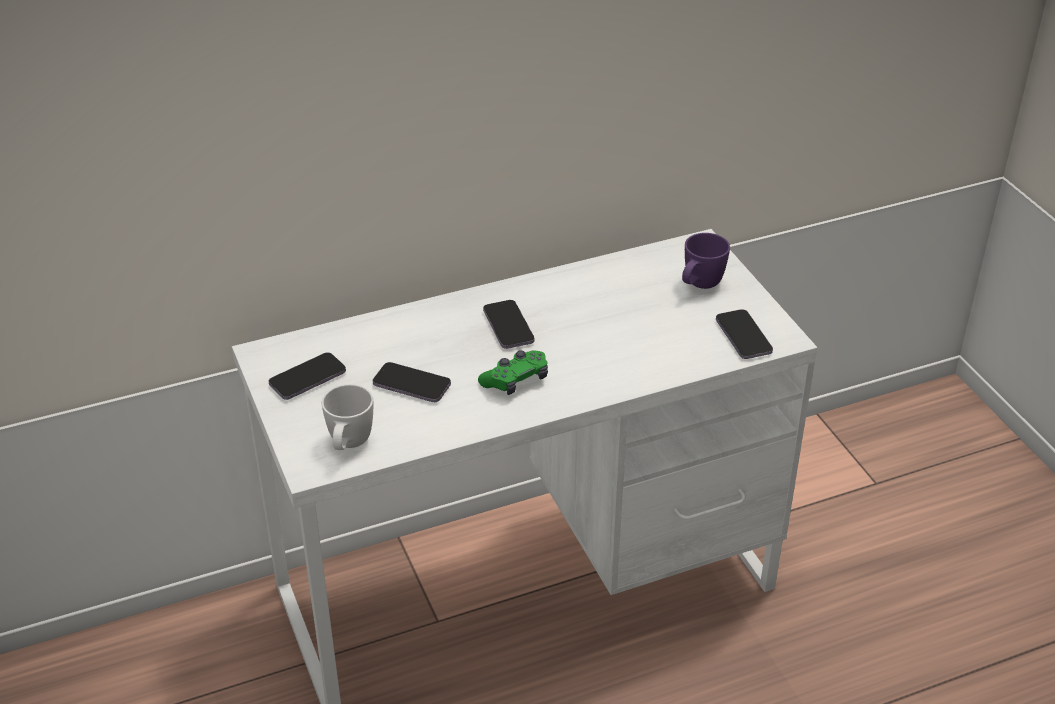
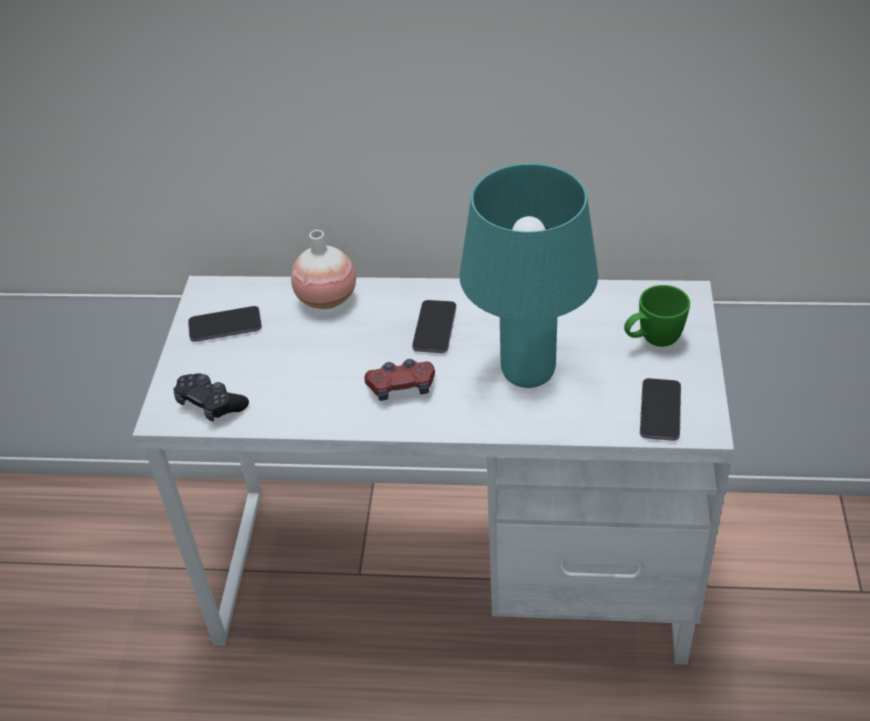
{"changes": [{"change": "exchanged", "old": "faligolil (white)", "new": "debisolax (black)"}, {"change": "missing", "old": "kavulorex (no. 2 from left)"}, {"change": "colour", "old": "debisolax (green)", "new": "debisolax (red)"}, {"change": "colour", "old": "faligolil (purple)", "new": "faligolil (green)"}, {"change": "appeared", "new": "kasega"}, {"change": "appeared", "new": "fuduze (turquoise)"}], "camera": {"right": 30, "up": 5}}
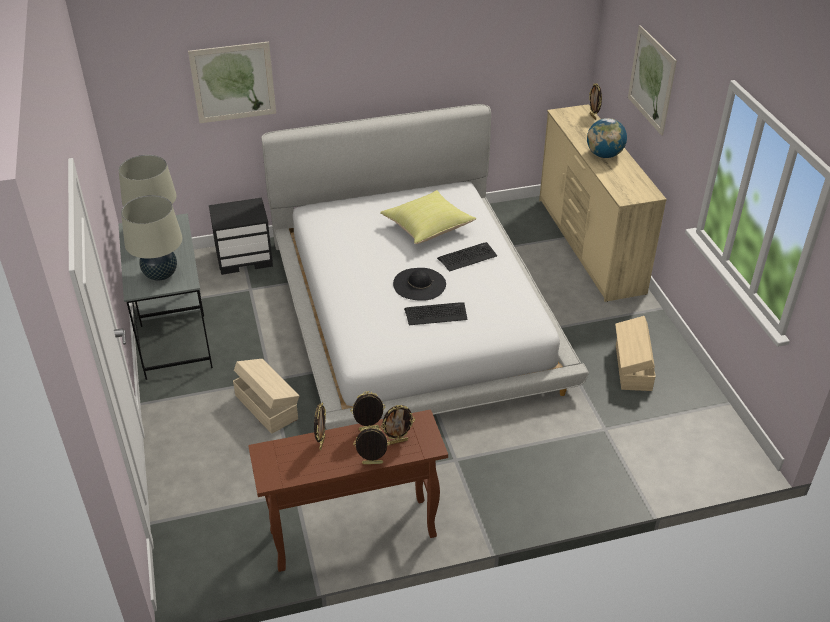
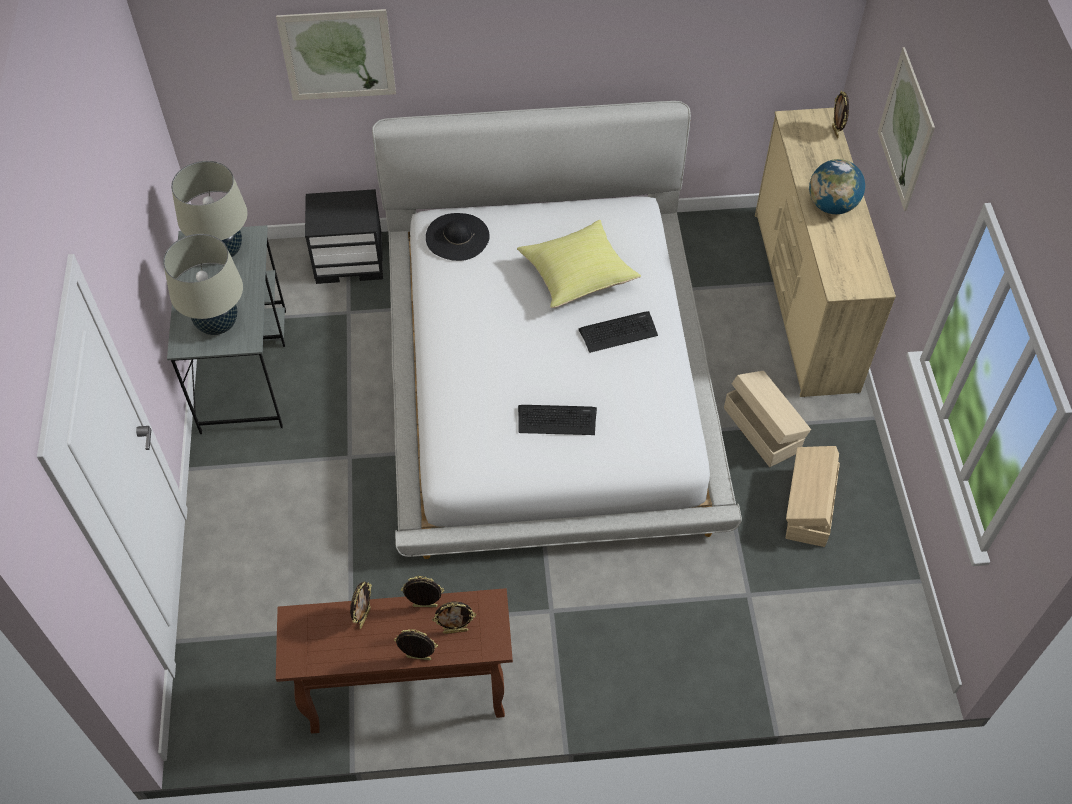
{"changes": [{"change": "relocated", "old": "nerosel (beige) (no. 1 from left)"}, {"change": "relocated", "old": "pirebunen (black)"}], "camera": {"right": 10, "up": 15}}
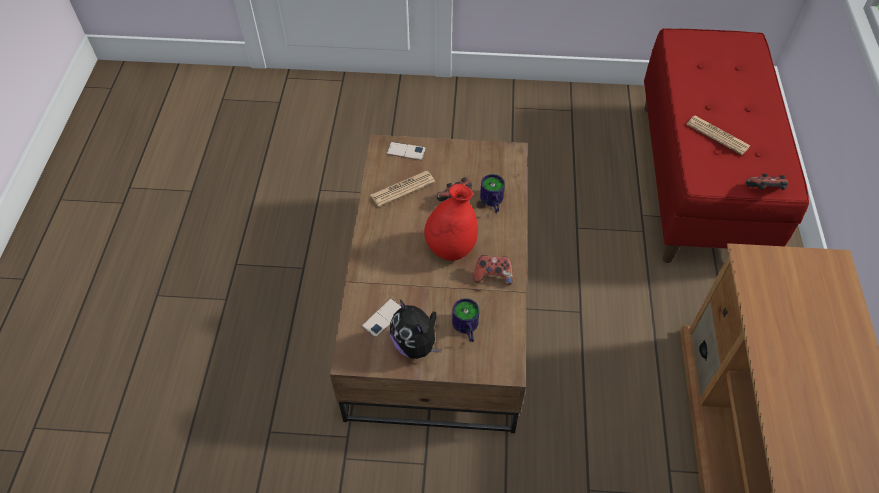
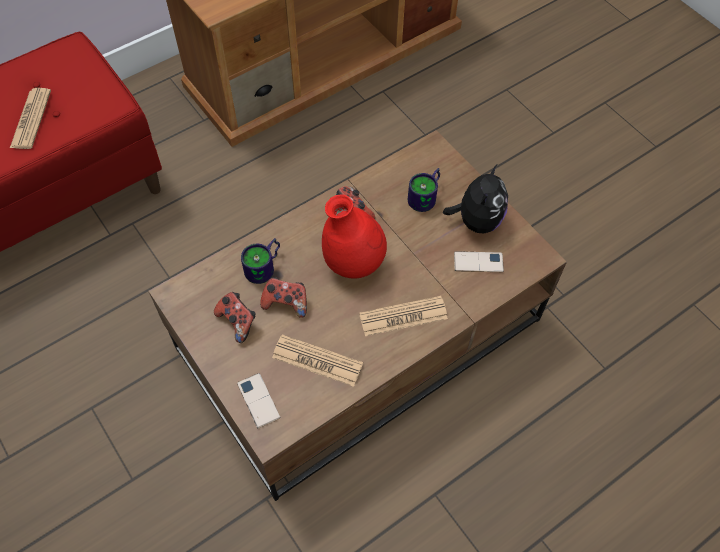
{"changes": [{"change": "relocated", "old": "debisolax (no. 3 from left in the first image)", "new": "debisolax (no. 1 from left)"}, {"change": "appeared", "new": "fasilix (no. 3 from left)"}], "camera": {"right": -130, "up": 5}}
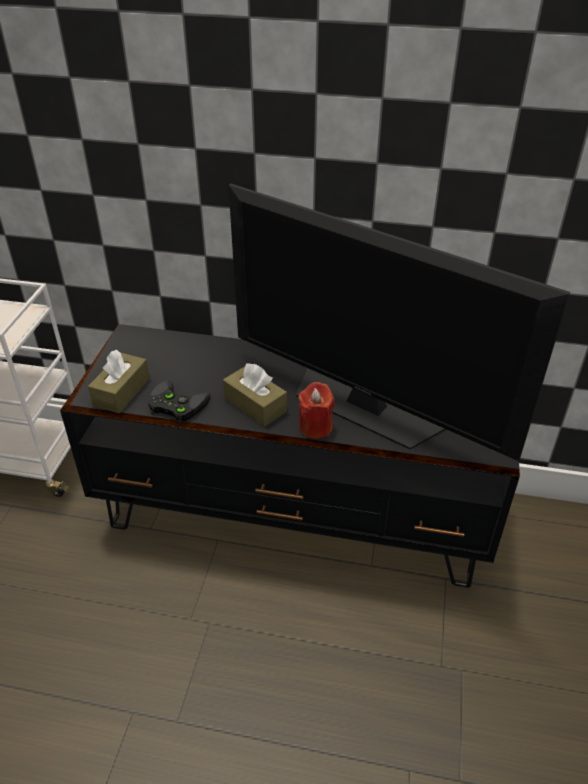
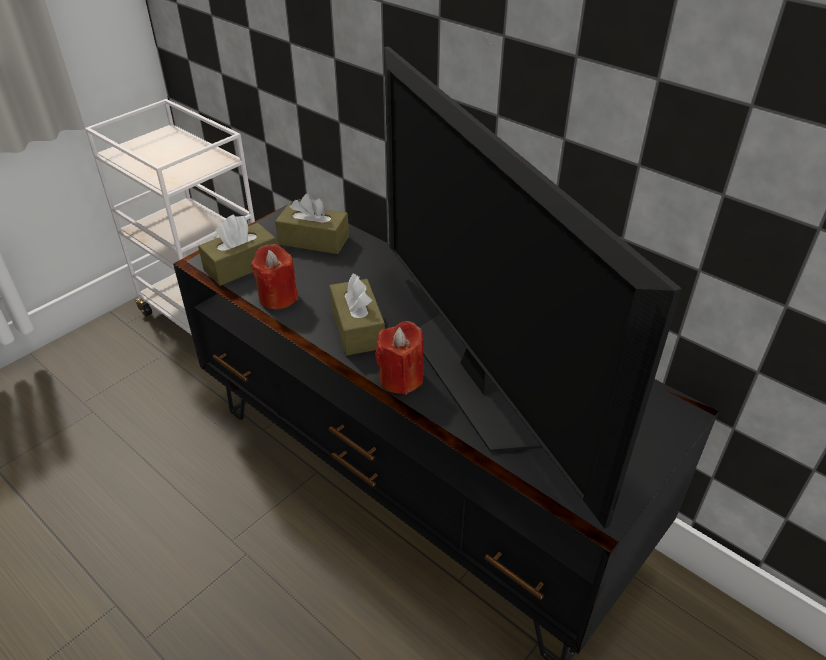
{"changes": [{"change": "exchanged", "old": "debisolax (black)", "new": "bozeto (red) (no. 1 from left)"}, {"change": "appeared", "new": "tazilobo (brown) (no. 2 from left)"}], "camera": {"right": 30, "up": 0}}
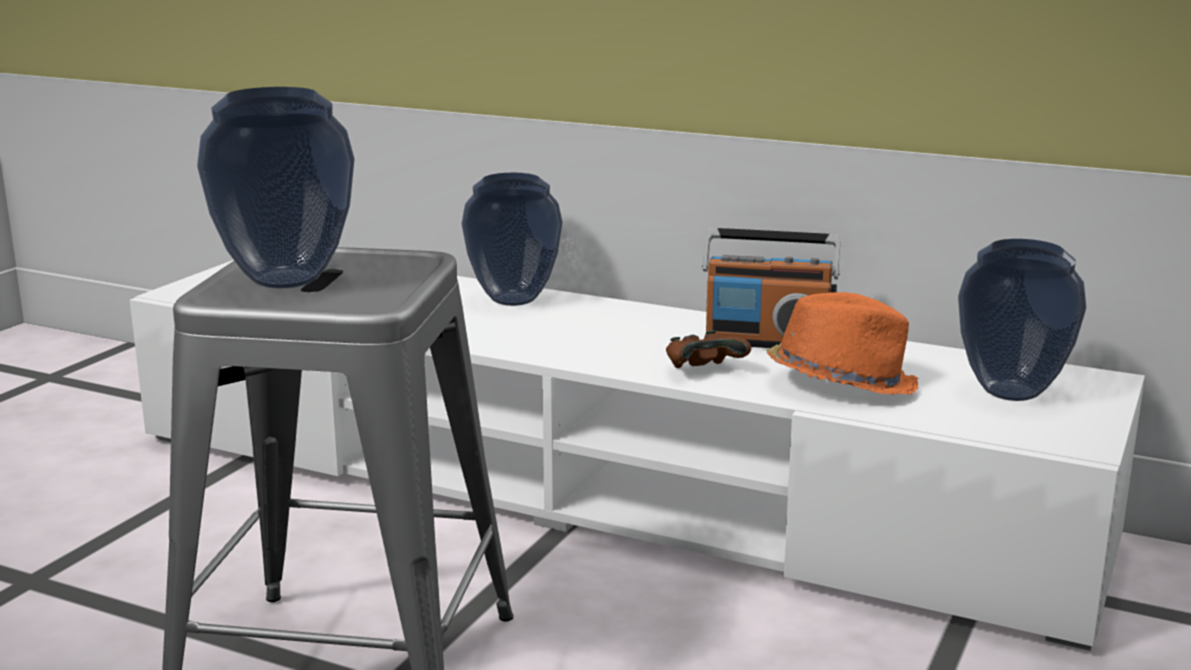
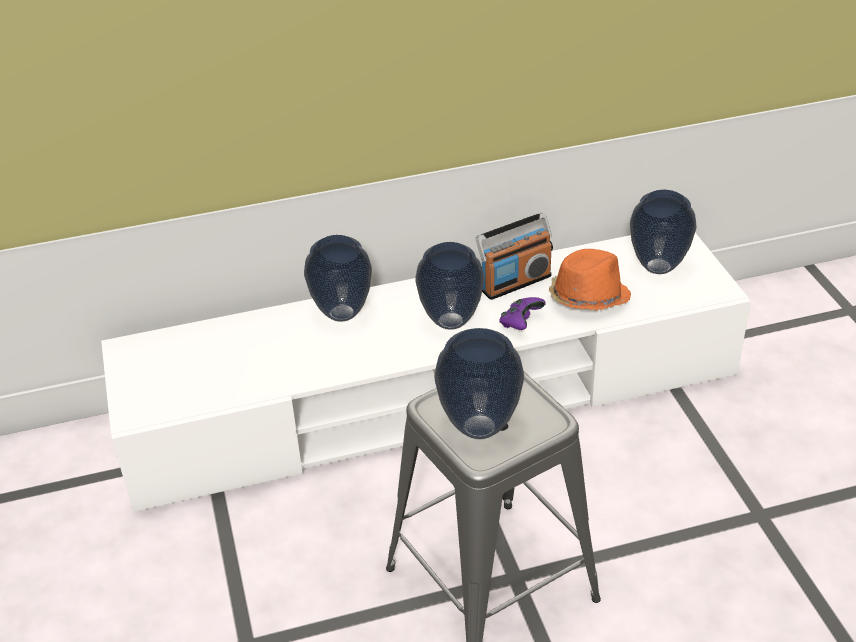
{"changes": [{"change": "colour", "old": "debisolax (brown)", "new": "debisolax (purple)"}, {"change": "appeared", "new": "kasega (no. 2 from left)"}], "camera": {"right": -40, "up": 20}}
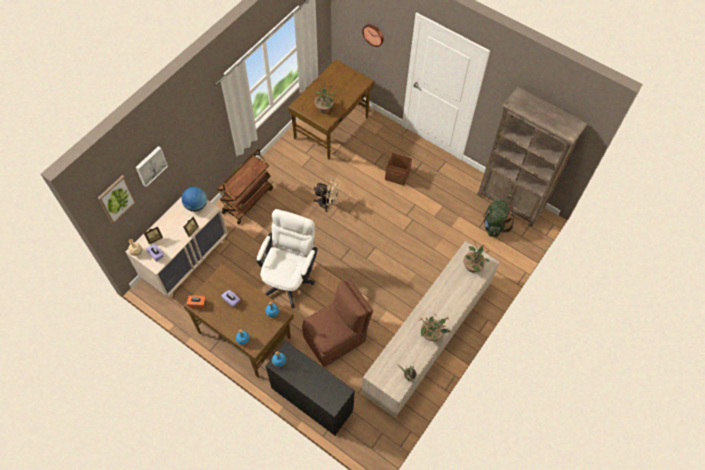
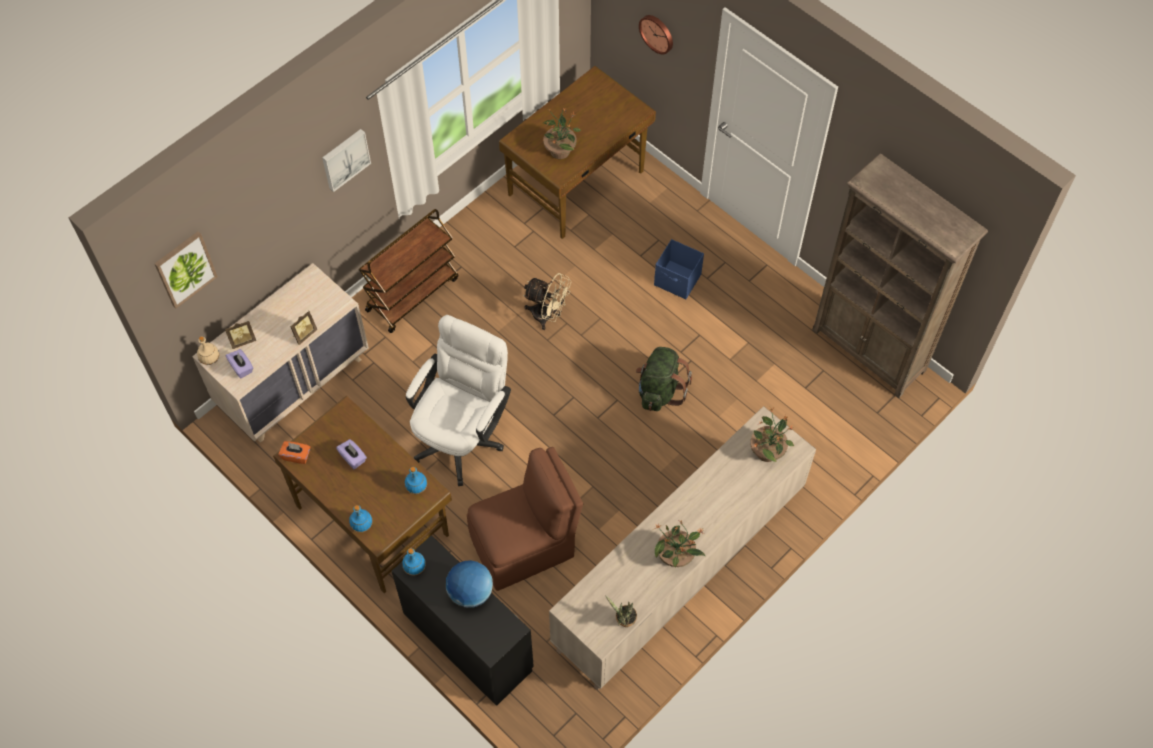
{"changes": [{"change": "relocated", "old": "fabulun (no. 2 from left)"}, {"change": "relocated", "old": "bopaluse"}, {"change": "colour", "old": "nerosel (brown)", "new": "nerosel (blue)"}, {"change": "relocated", "old": "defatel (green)"}], "camera": {"right": 10, "up": 0}}
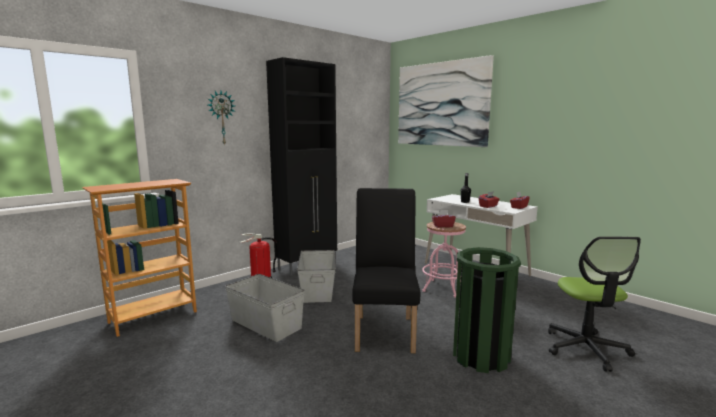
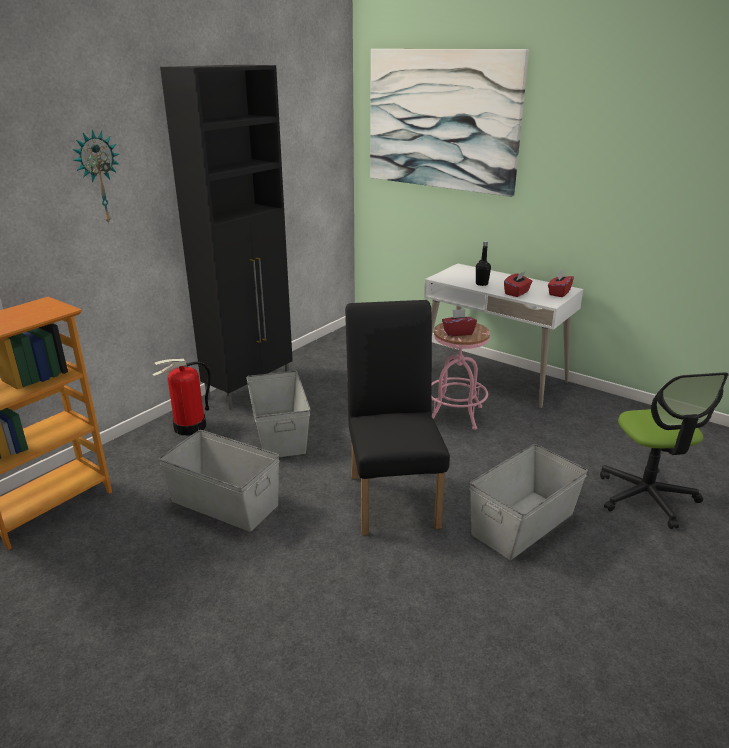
{"changes": [{"change": "exchanged", "old": "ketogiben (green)", "new": "nerosel (grey) (no. 3 from left)"}], "camera": {"right": -10, "up": 15}}
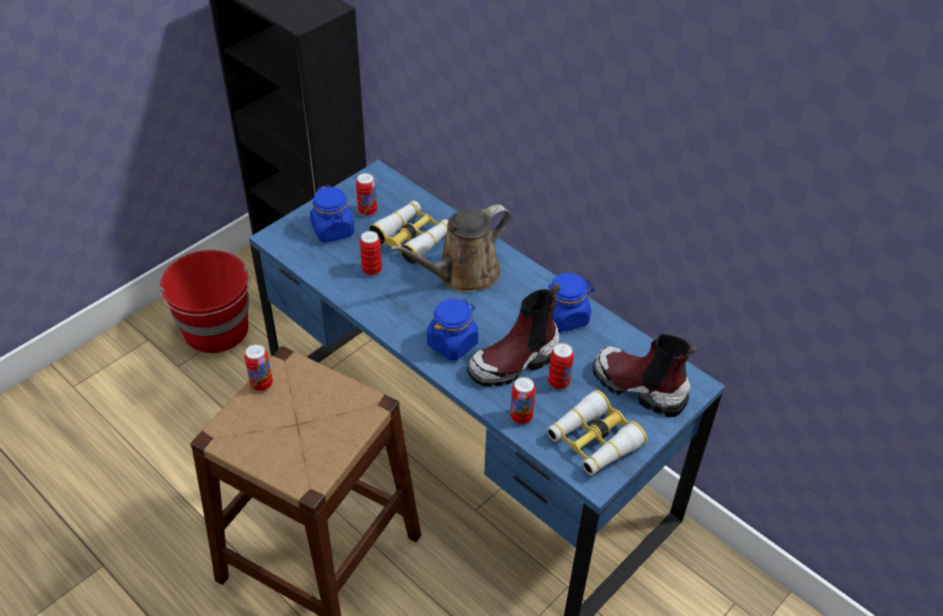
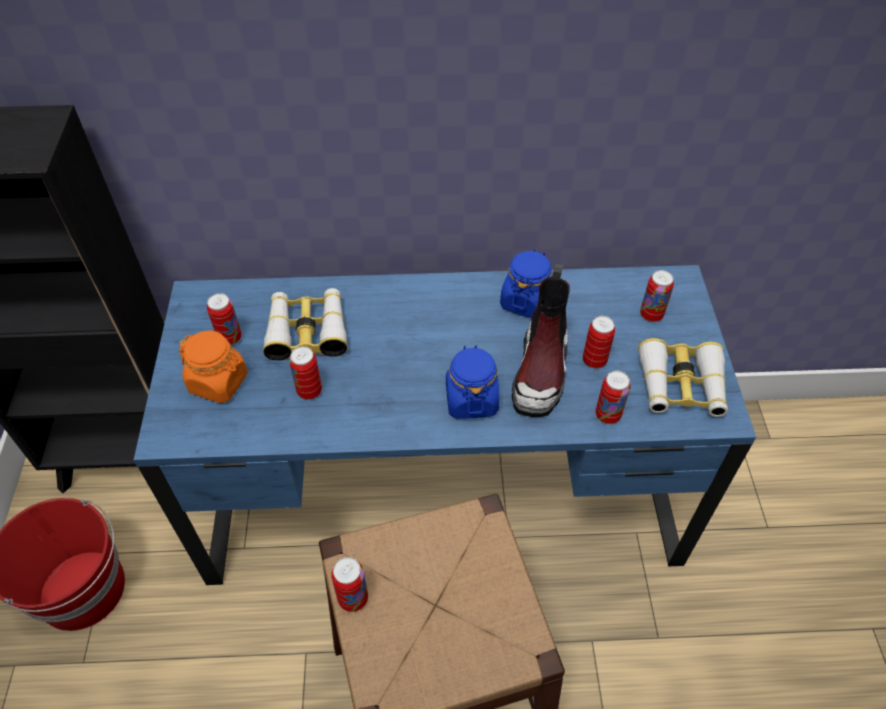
{"changes": [{"change": "colour", "old": "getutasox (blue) (no. 1 from left)", "new": "getutasox (orange)"}, {"change": "missing", "old": "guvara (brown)"}, {"change": "exchanged", "old": "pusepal (no. 2 from left)", "new": "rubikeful (no. 6 from left)"}], "camera": {"right": -45, "up": 5}}
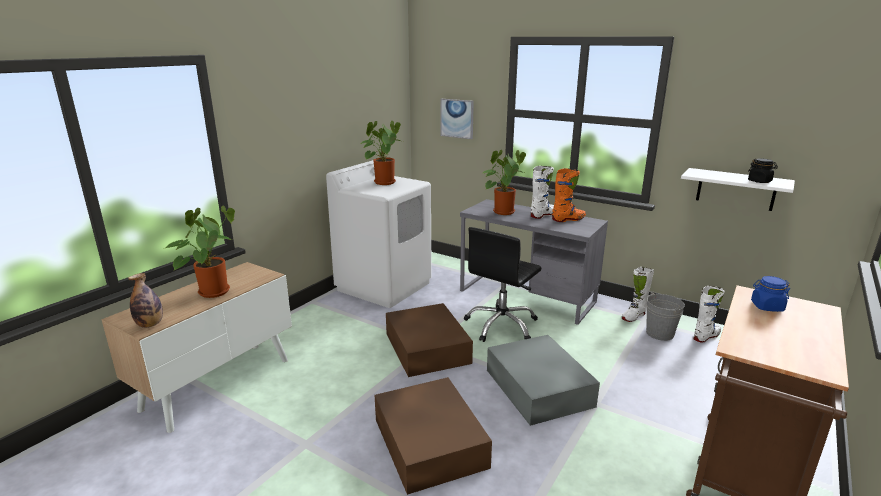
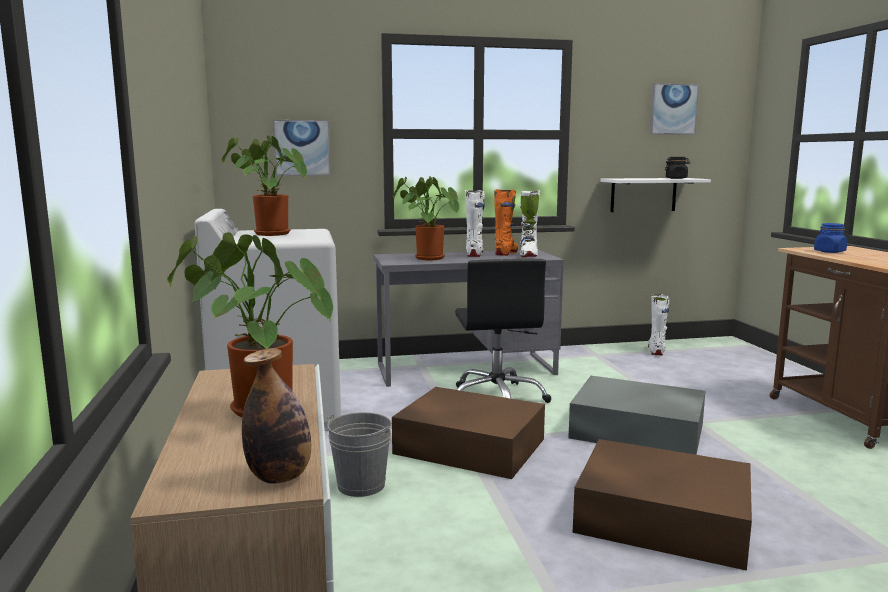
{"changes": [{"change": "relocated", "old": "pusepal (white) (no. 2 from left)"}, {"change": "relocated", "old": "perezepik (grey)"}, {"change": "appeared", "new": "fabulun (no. 2 from left)"}], "camera": {"right": -45, "up": -10}}
